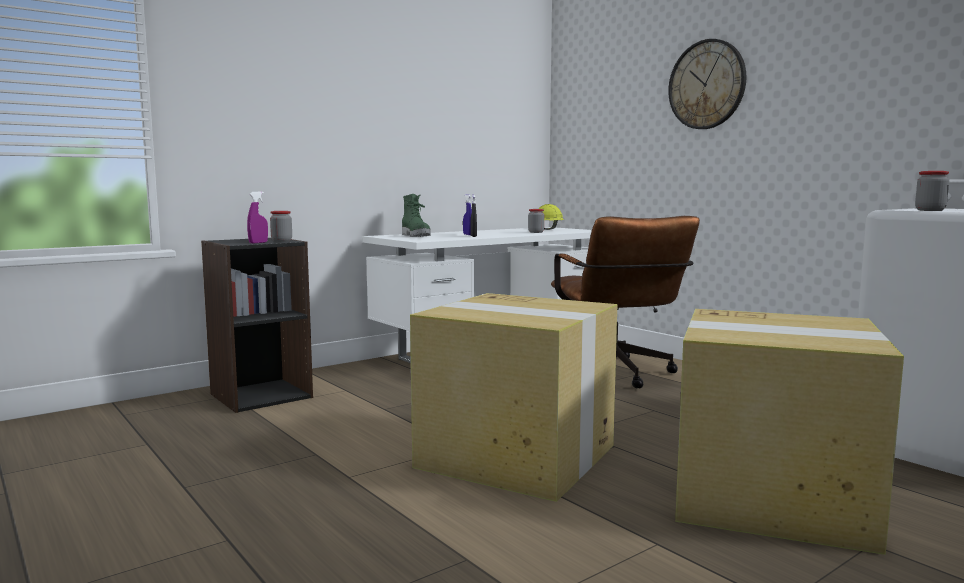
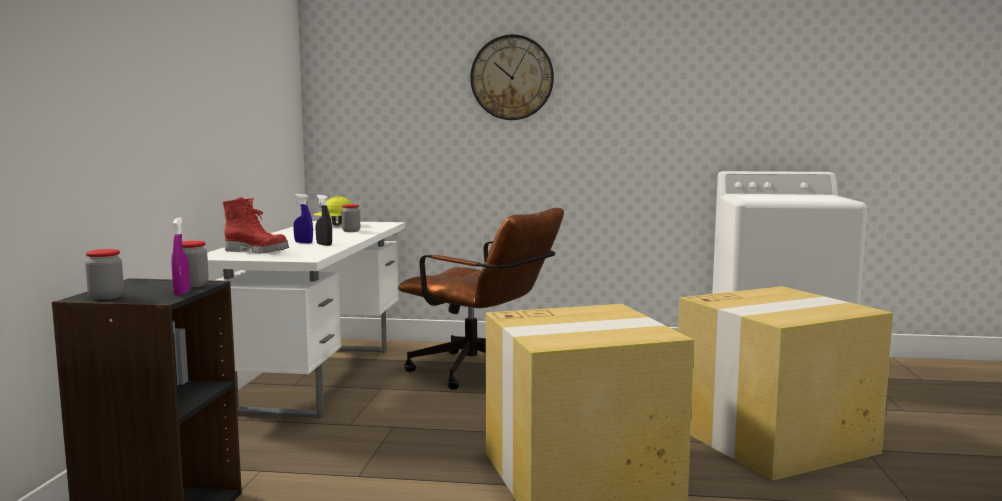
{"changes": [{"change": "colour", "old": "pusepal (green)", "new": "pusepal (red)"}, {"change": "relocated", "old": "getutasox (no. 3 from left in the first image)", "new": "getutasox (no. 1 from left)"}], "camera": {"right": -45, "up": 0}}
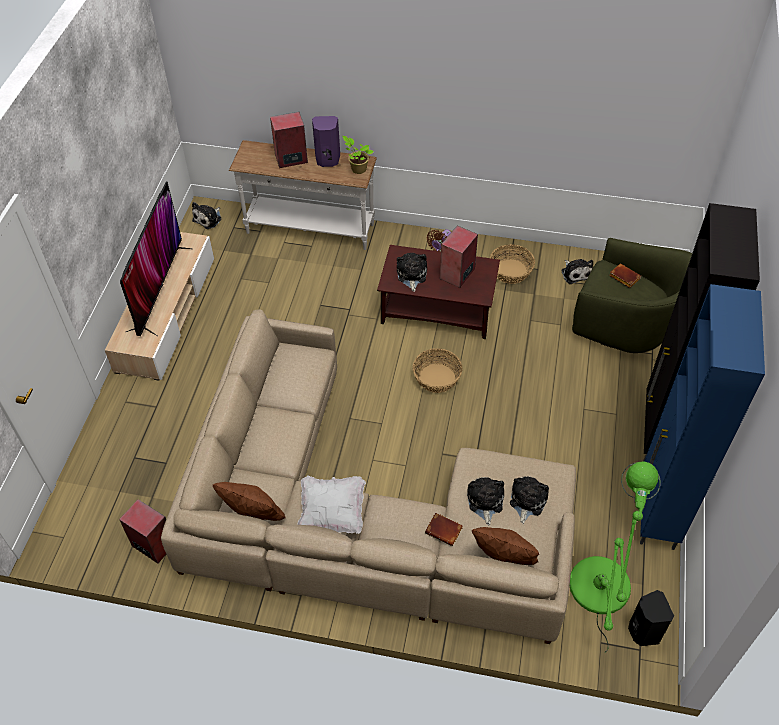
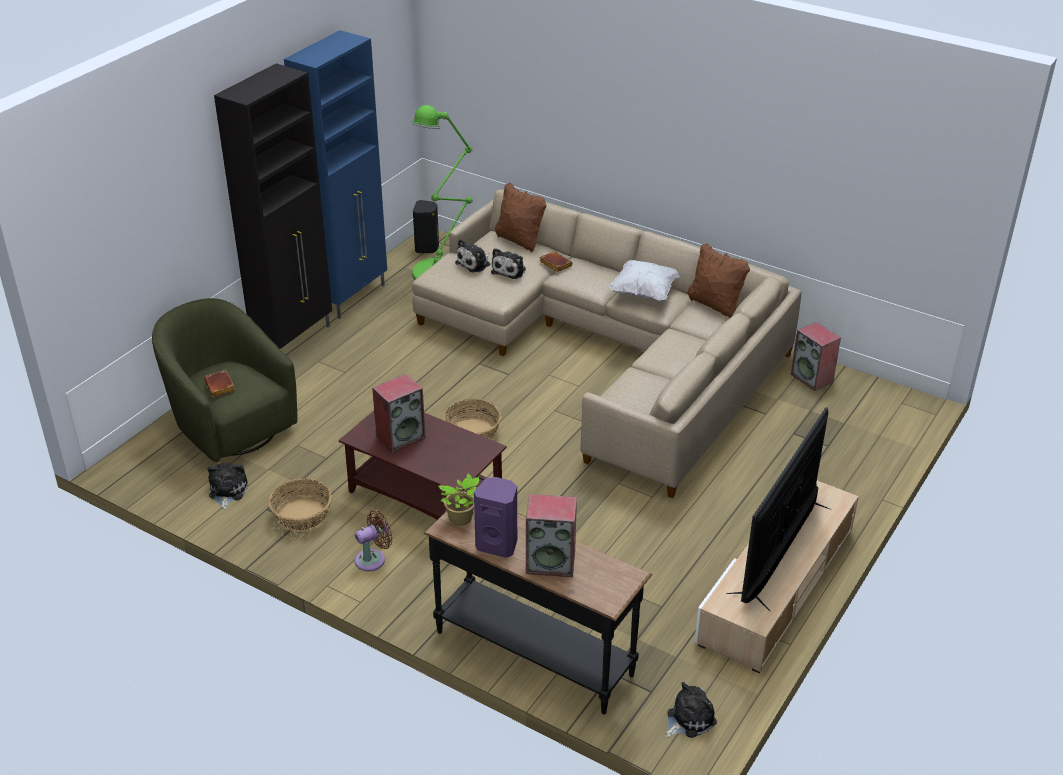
{"changes": [{"change": "colour", "old": "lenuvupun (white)", "new": "lenuvupun (black)"}, {"change": "missing", "old": "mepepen (no. 2 from left)"}], "camera": {"right": -160, "up": -15}}
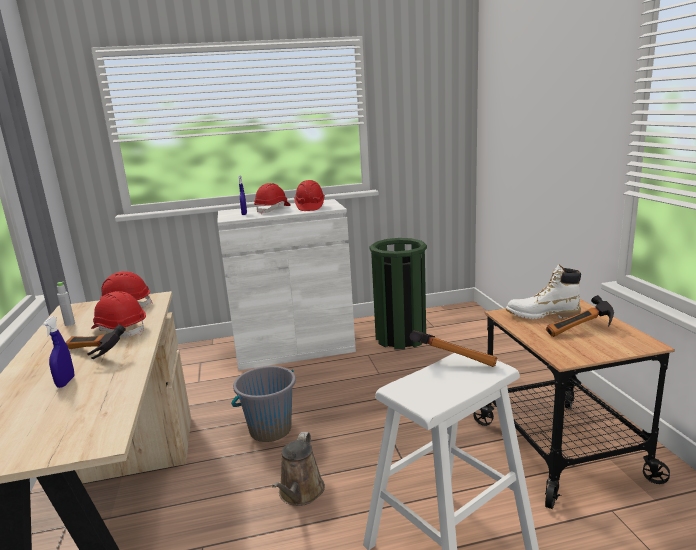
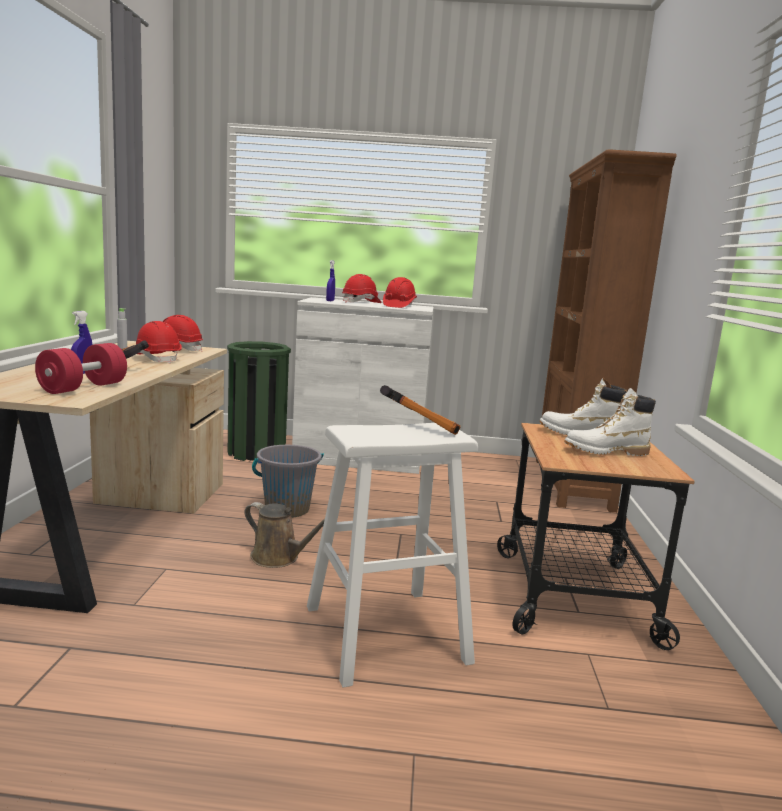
{"changes": [{"change": "spun", "old": "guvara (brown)", "degrees": -90}, {"change": "relocated", "old": "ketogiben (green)"}, {"change": "exchanged", "old": "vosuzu (no. 3 from left)", "new": "pusepal (white) (no. 2 from left)"}, {"change": "appeared", "new": "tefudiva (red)"}, {"change": "appeared", "new": "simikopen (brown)"}], "camera": {"right": 15, "up": -5}}
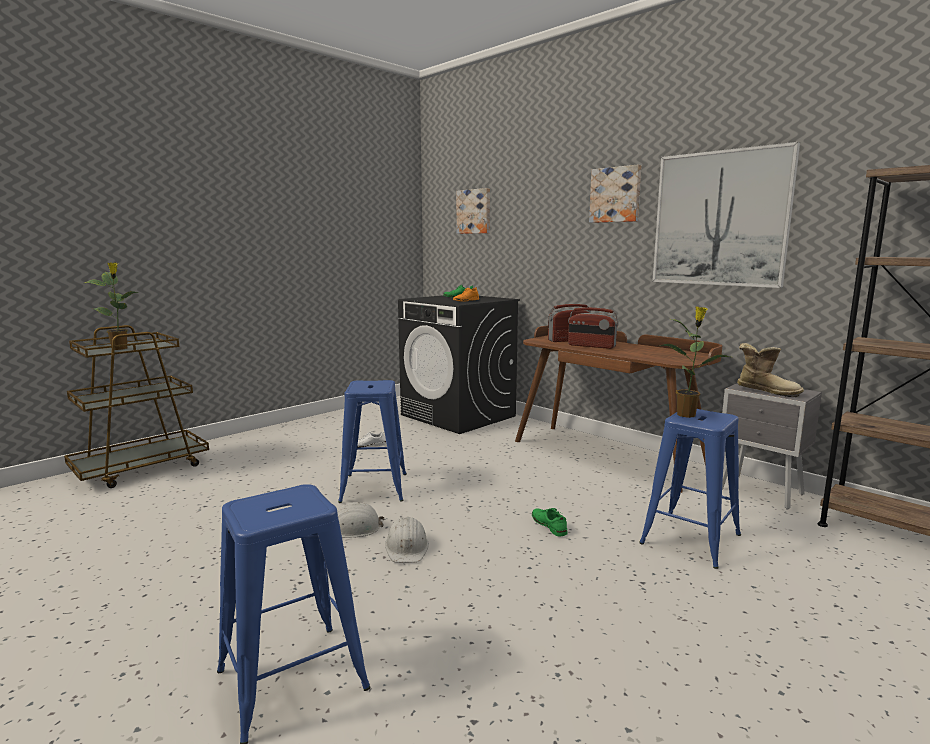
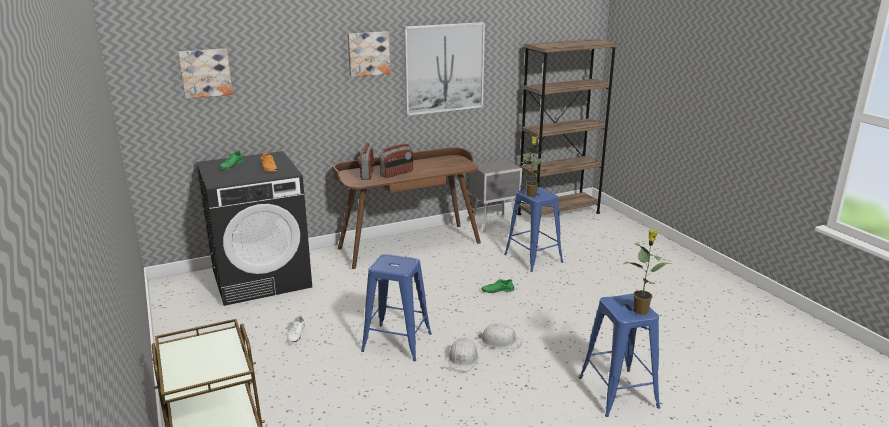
{"changes": [{"change": "relocated", "old": "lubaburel (no. 1 from left in the first image)", "new": "lubaburel (no. 2 from left)"}, {"change": "missing", "old": "pusepal"}], "camera": {"right": -70, "up": 10}}
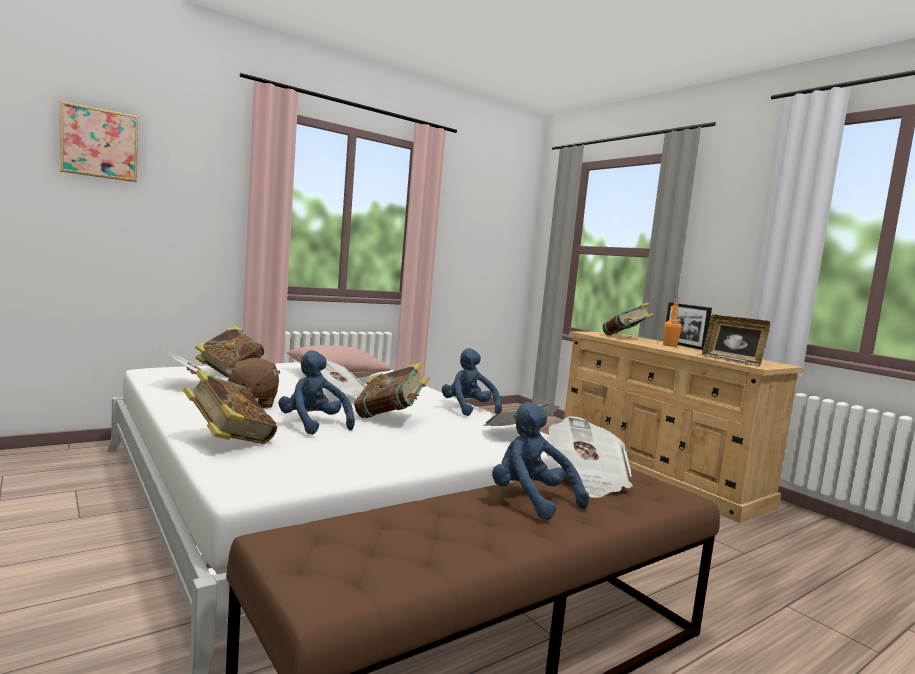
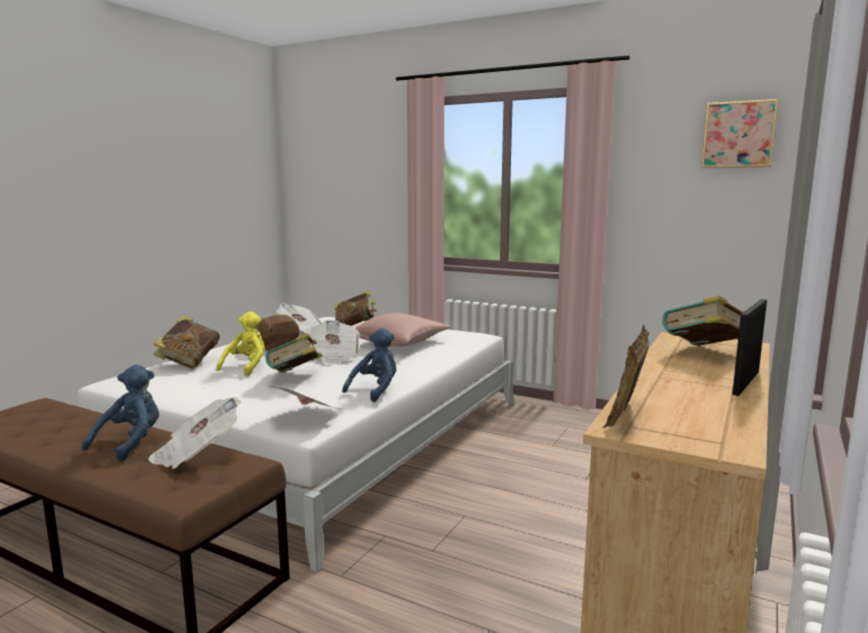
{"changes": [{"change": "relocated", "old": "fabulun"}, {"change": "colour", "old": "mepepen (blue) (no. 1 from left)", "new": "mepepen (yellow)"}, {"change": "missing", "old": "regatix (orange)"}], "camera": {"right": 65, "up": 5}}
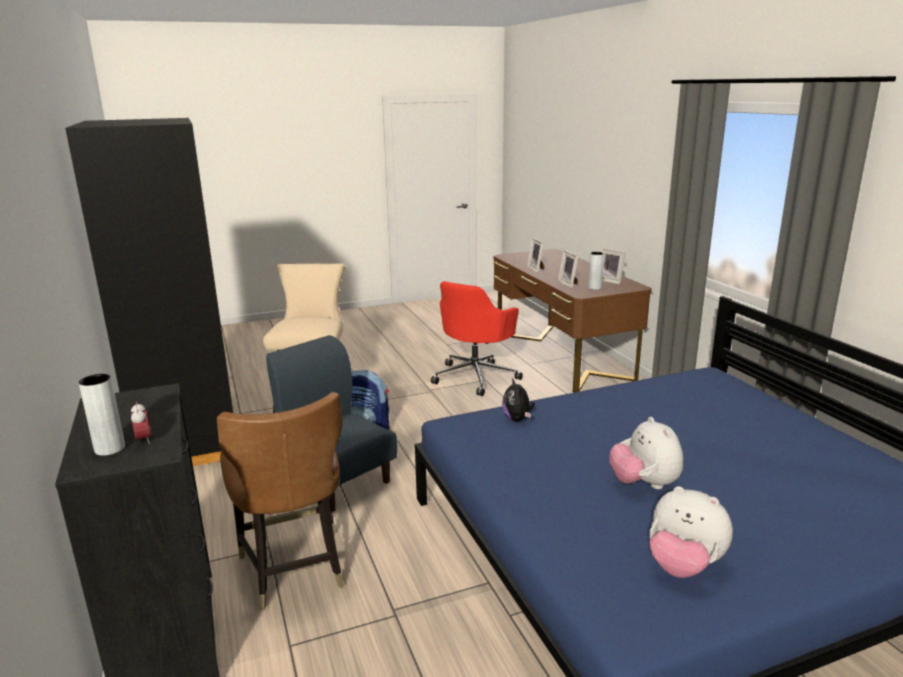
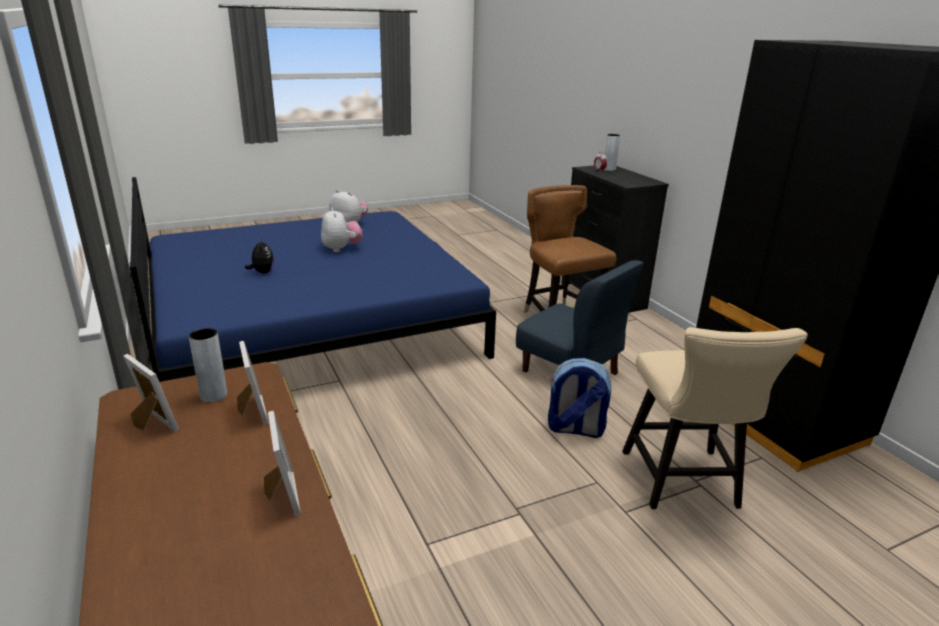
{"changes": [{"change": "missing", "old": "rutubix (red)"}, {"change": "relocated", "old": "mepepen (no. 1 from left)"}], "camera": {"right": 175, "up": 5}}
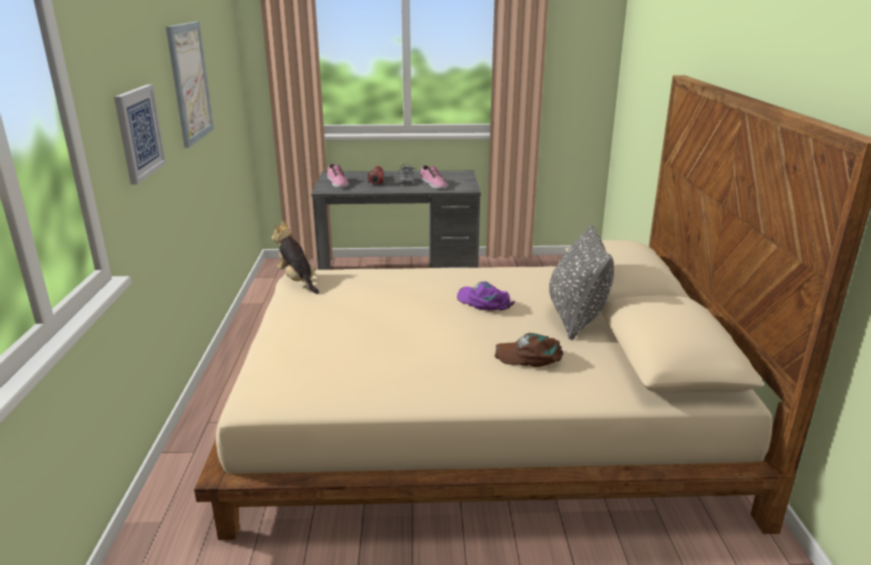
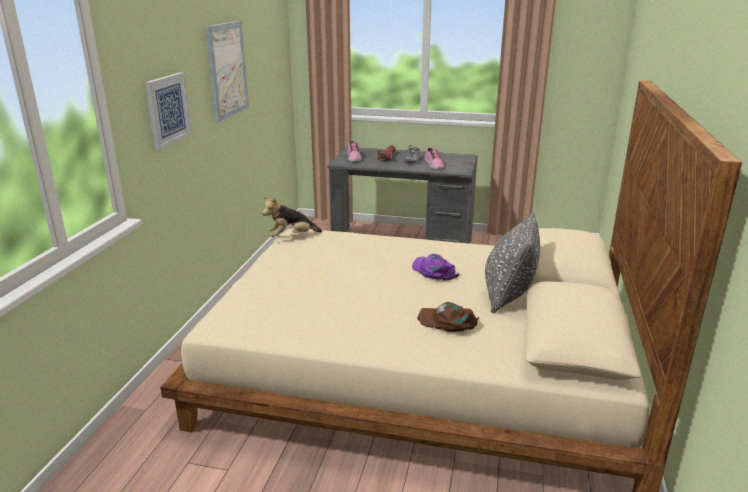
{"changes": [{"change": "spun", "old": "mepepen", "degrees": -90}], "camera": {"right": 15, "up": 0}}
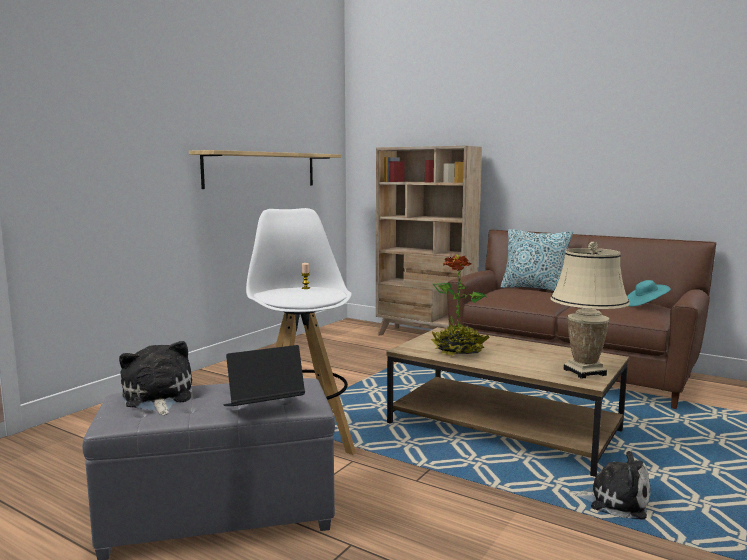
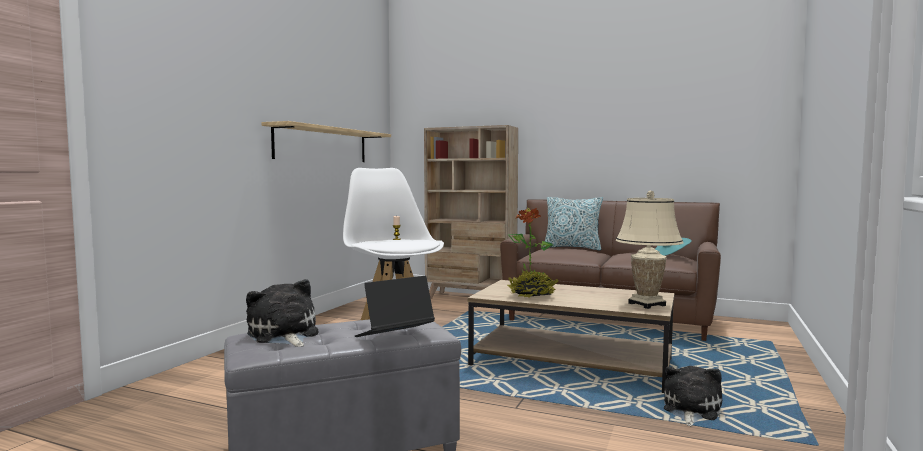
{"changes": [{"change": "spun", "old": "mepepen (no. 2 from left)", "degrees": -75}], "camera": {"right": -10, "up": -5}}
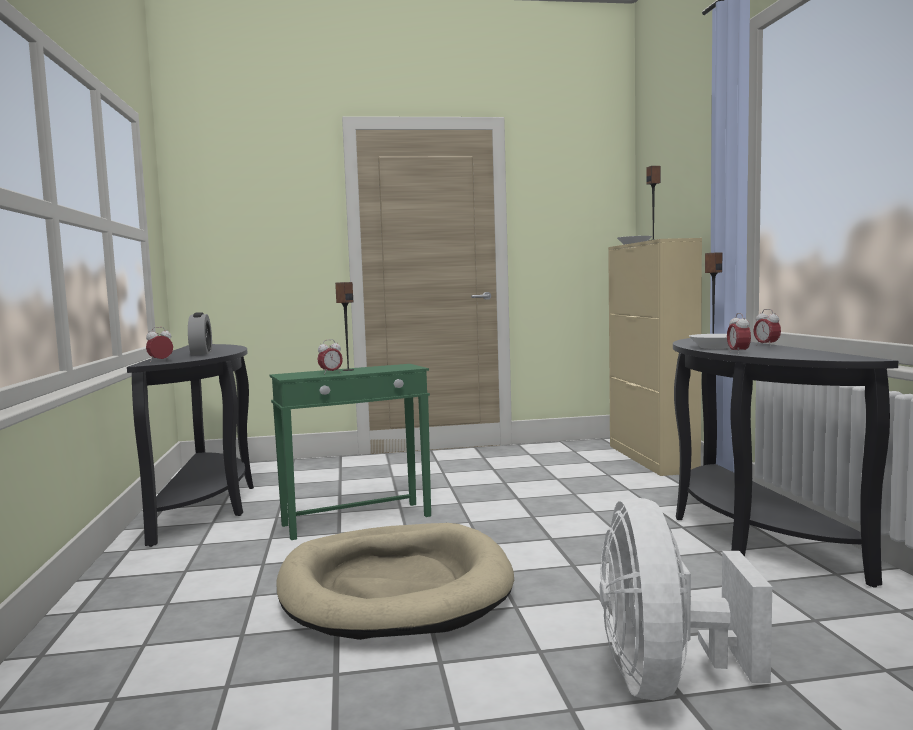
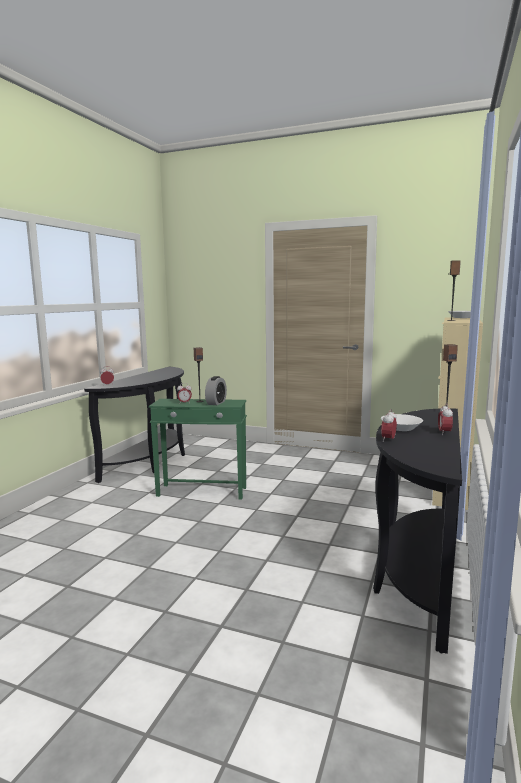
{"changes": [{"change": "relocated", "old": "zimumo (no. 2 from left in the first image)", "new": "zimumo (no. 3 from left)"}, {"change": "missing", "old": "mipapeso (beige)"}, {"change": "missing", "old": "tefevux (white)"}], "camera": {"right": 30, "up": 5}}
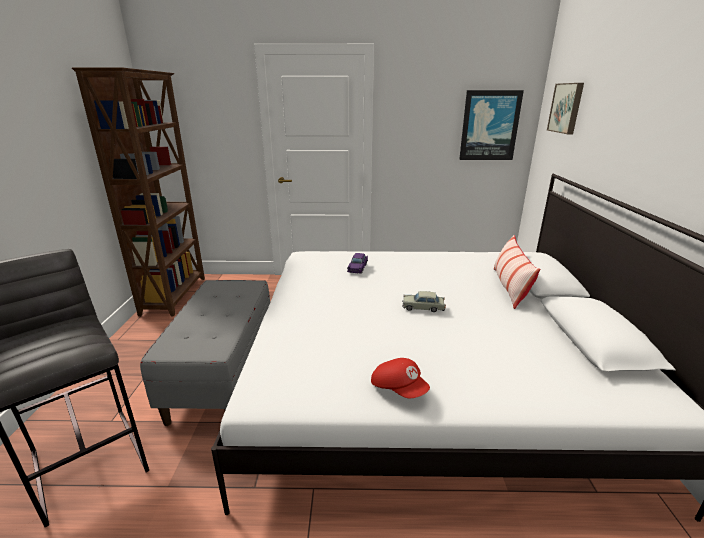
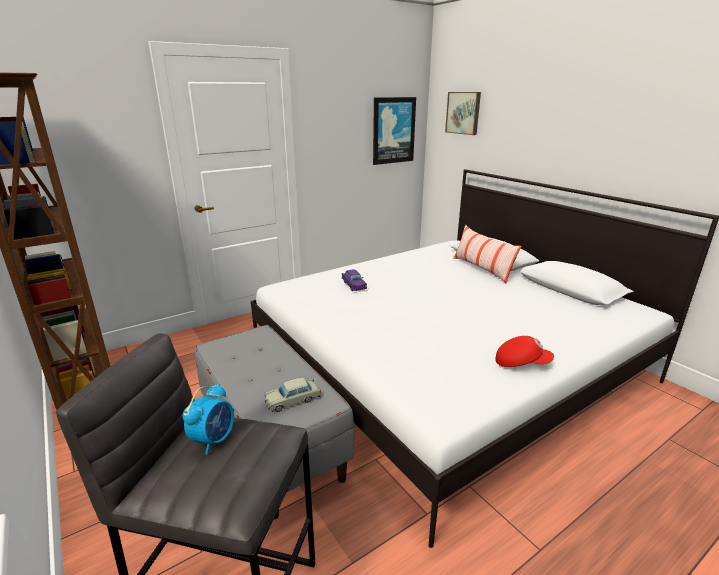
{"changes": [{"change": "relocated", "old": "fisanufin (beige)"}, {"change": "appeared", "new": "zimumo"}], "camera": {"right": -35, "up": 0}}
